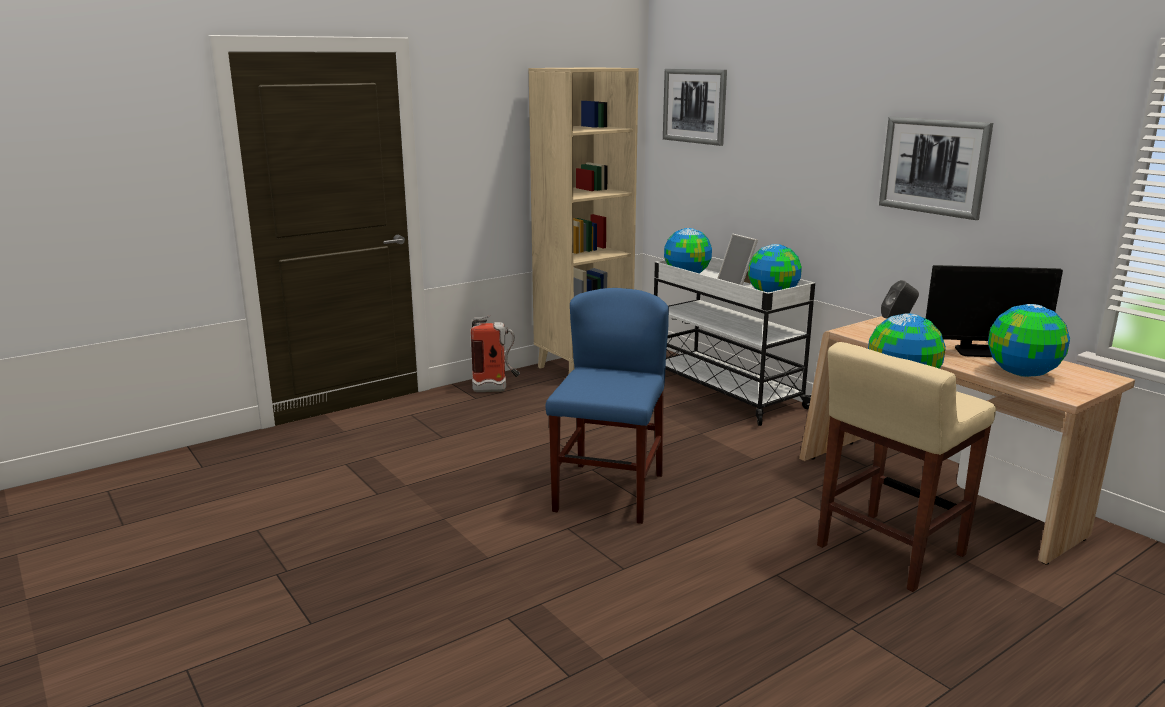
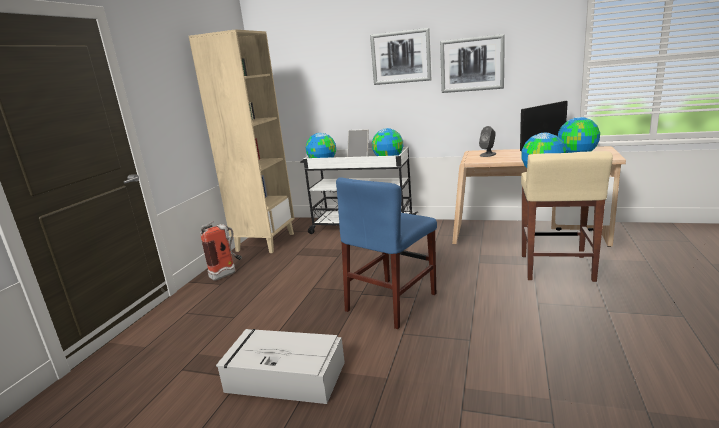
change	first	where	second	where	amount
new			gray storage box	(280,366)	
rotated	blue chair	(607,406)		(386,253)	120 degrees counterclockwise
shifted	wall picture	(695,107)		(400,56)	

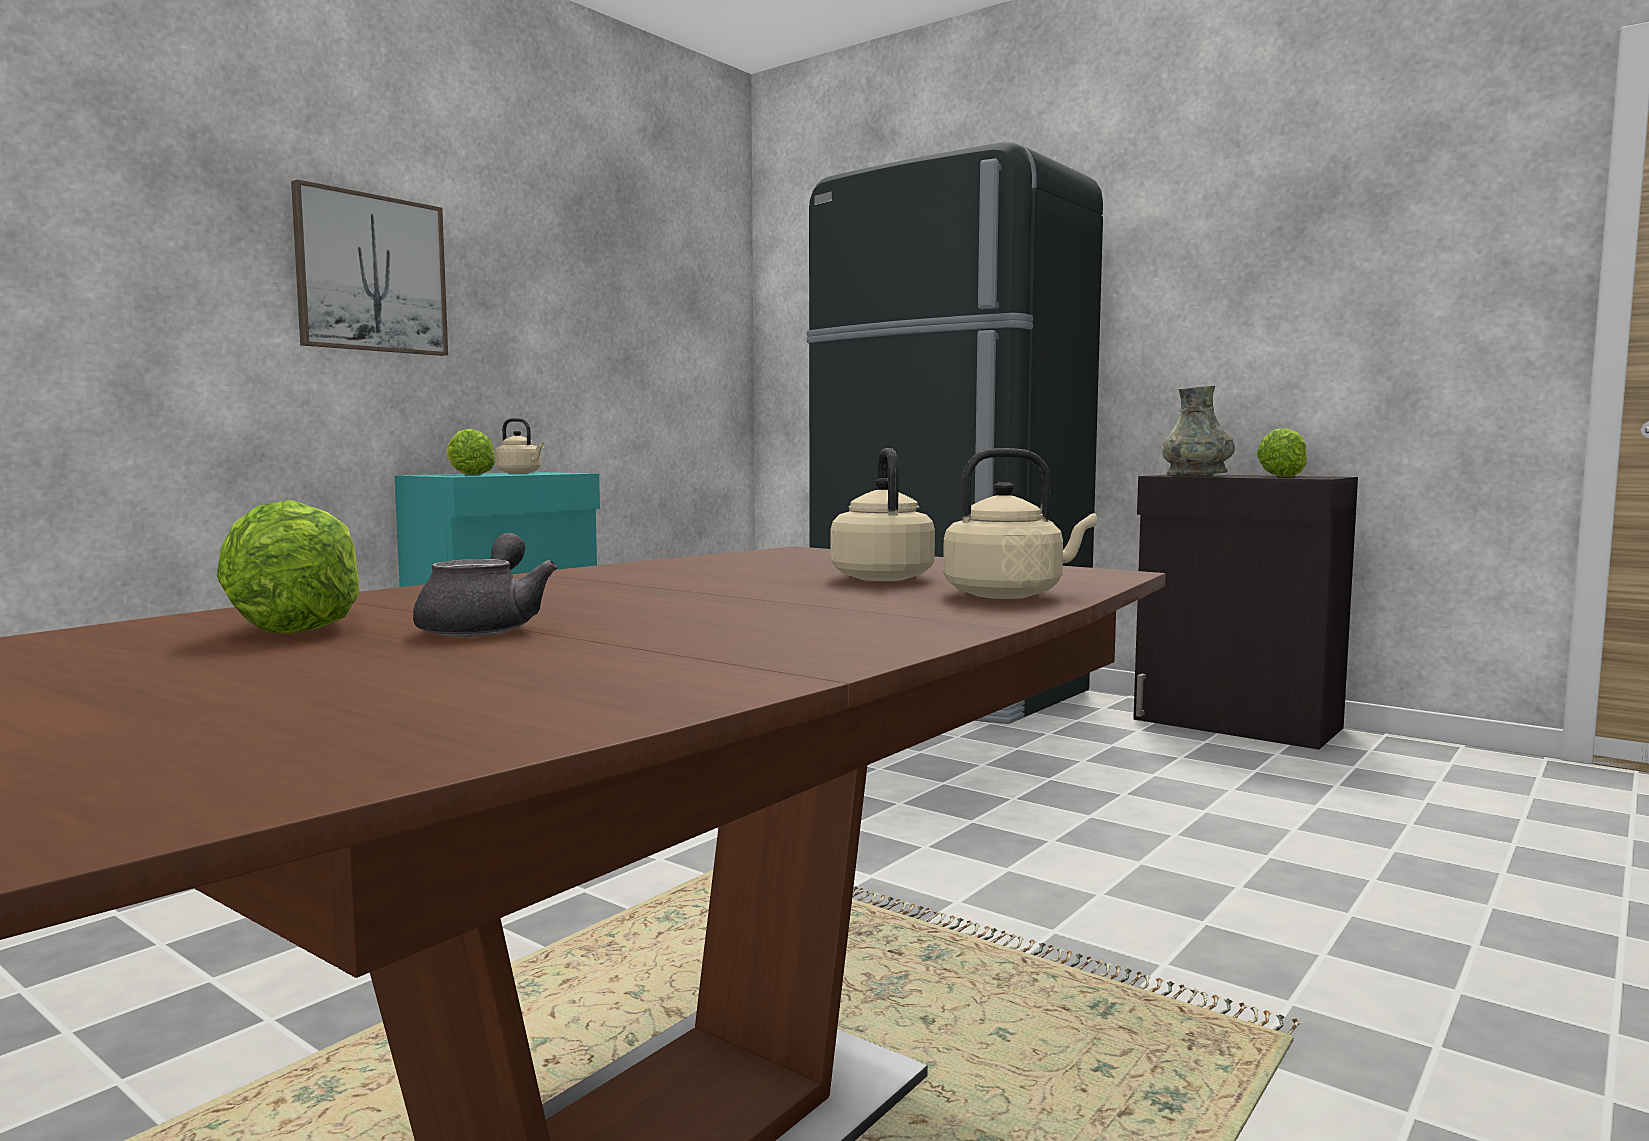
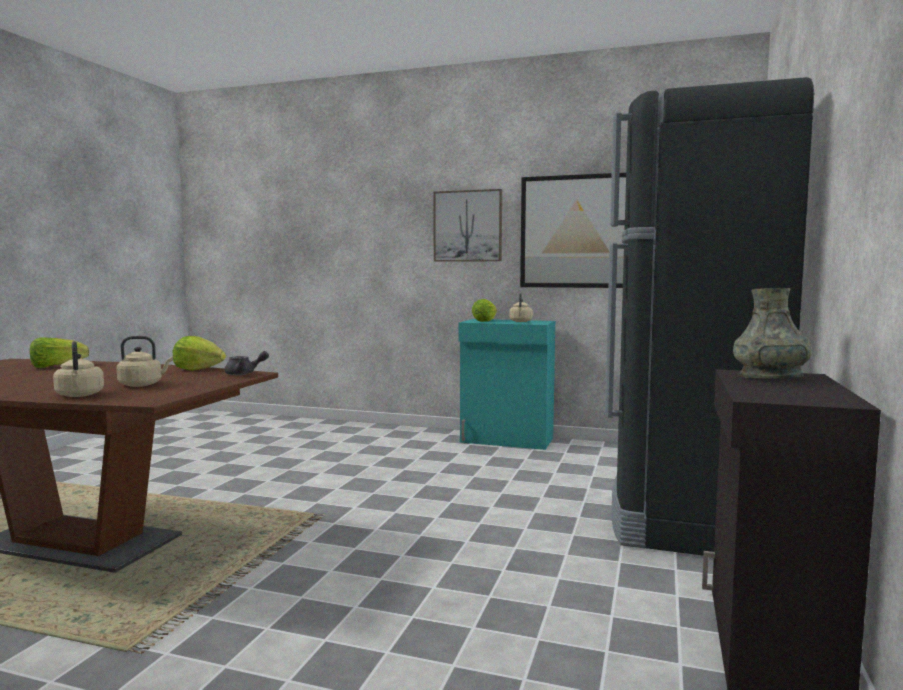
change	first	where	second	where	amount
shifted	head of lettuce	(1282,452)		(199,353)	
shifted	gray tea pot	(485,585)		(247,363)	
new			wall picture	(573,230)	

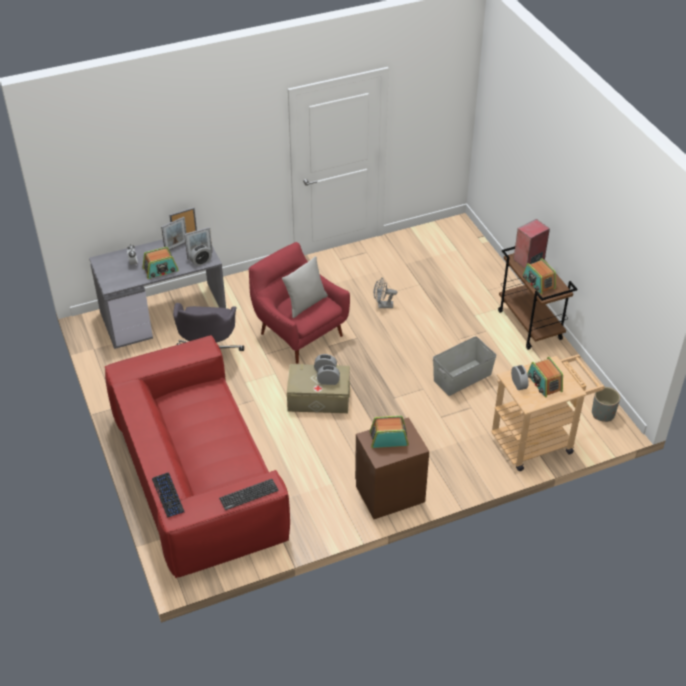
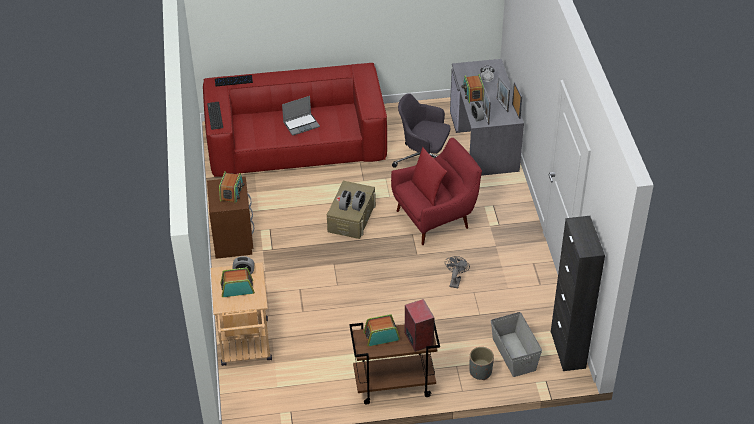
change	first	where	second	where	amount
new			notebook computer	(301,116)	
repainted	gray cushion	(305,287)	reddish cushion	(429,176)	
shifted	gray plant pot	(606,404)		(482,363)	
shifted	gray storage box	(465,366)		(516,344)	
new			blackish cupboard	(578,293)	

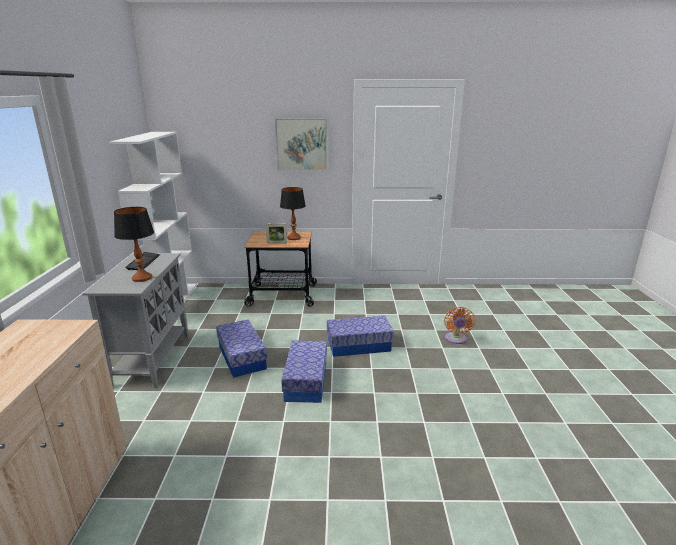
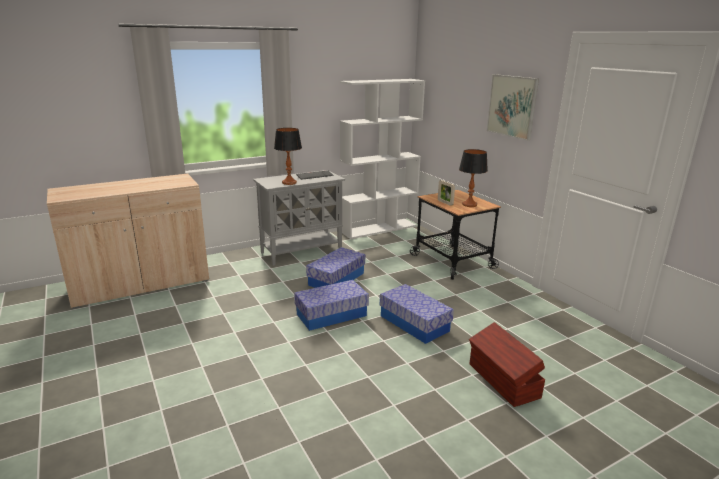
change	first	where	second	where	amount
swapped	orangey cooling fan	(459,325)	brown-coloured storage box	(507,364)	

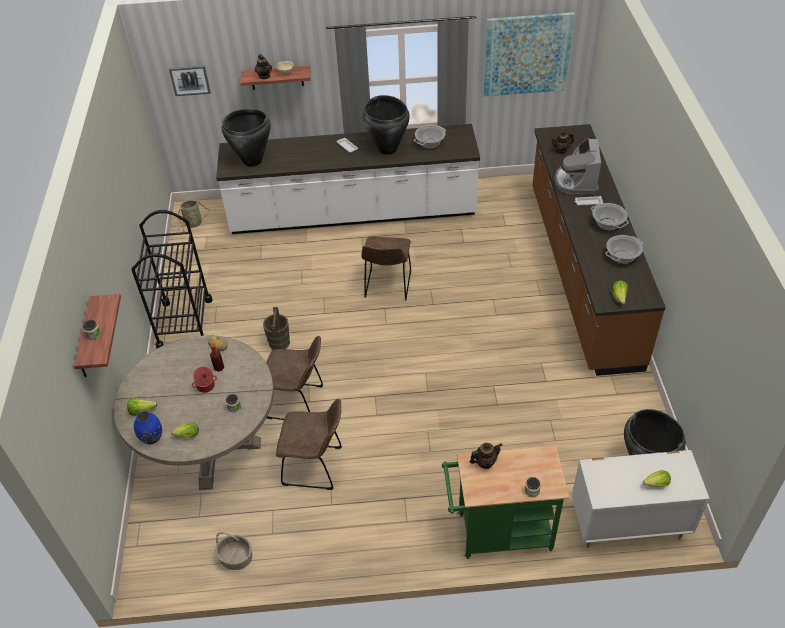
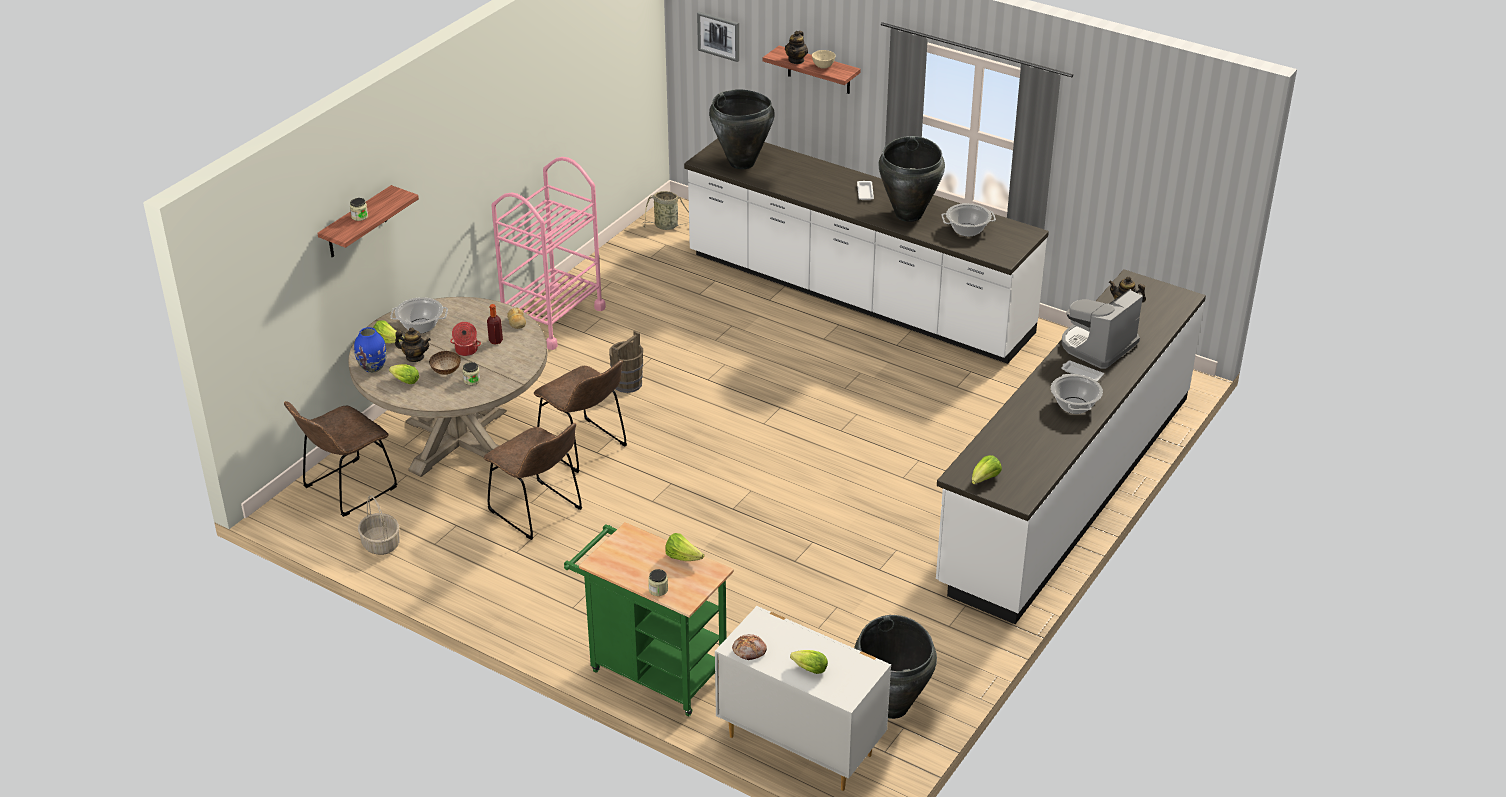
change	first	where	second	where	amount
shifted	brown-coloured chair	(386,268)		(340,459)	
shifted	cooking pot	(624,249)		(419,315)	
shifted	tea pot	(486,456)		(413,344)	
new			deep dish	(445,363)	
repainted	blackish cart	(172,279)	pink-coloured cart	(548,253)	
new			head of lettuce	(684,547)	
new			bakery bread	(749,647)	
repainted	brown-coloured counter	(599,250)	white-coloured counter	(1071,446)	
gone	wall picture	(529,54)			

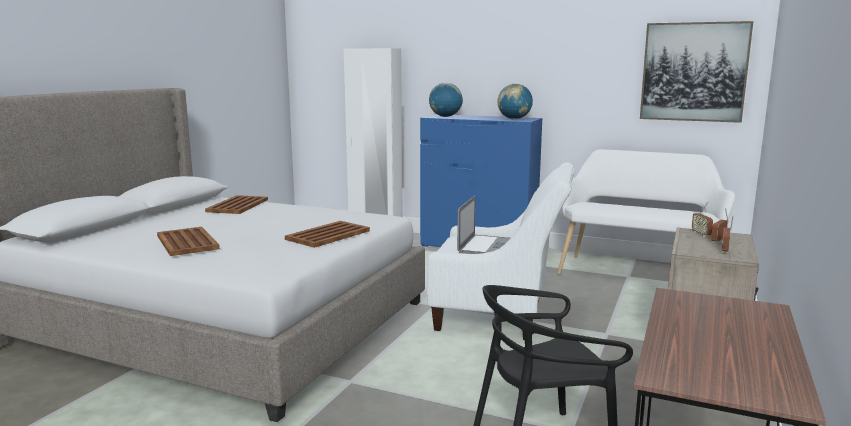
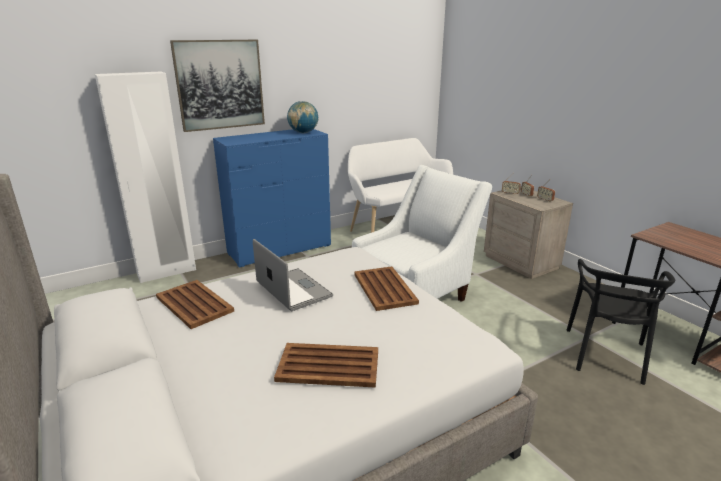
change	first	where	second	where	amount
shifted	wall picture	(696,72)		(217,86)	
shifted	notebook computer	(483,224)		(293,275)	
gone	globe	(446,100)			

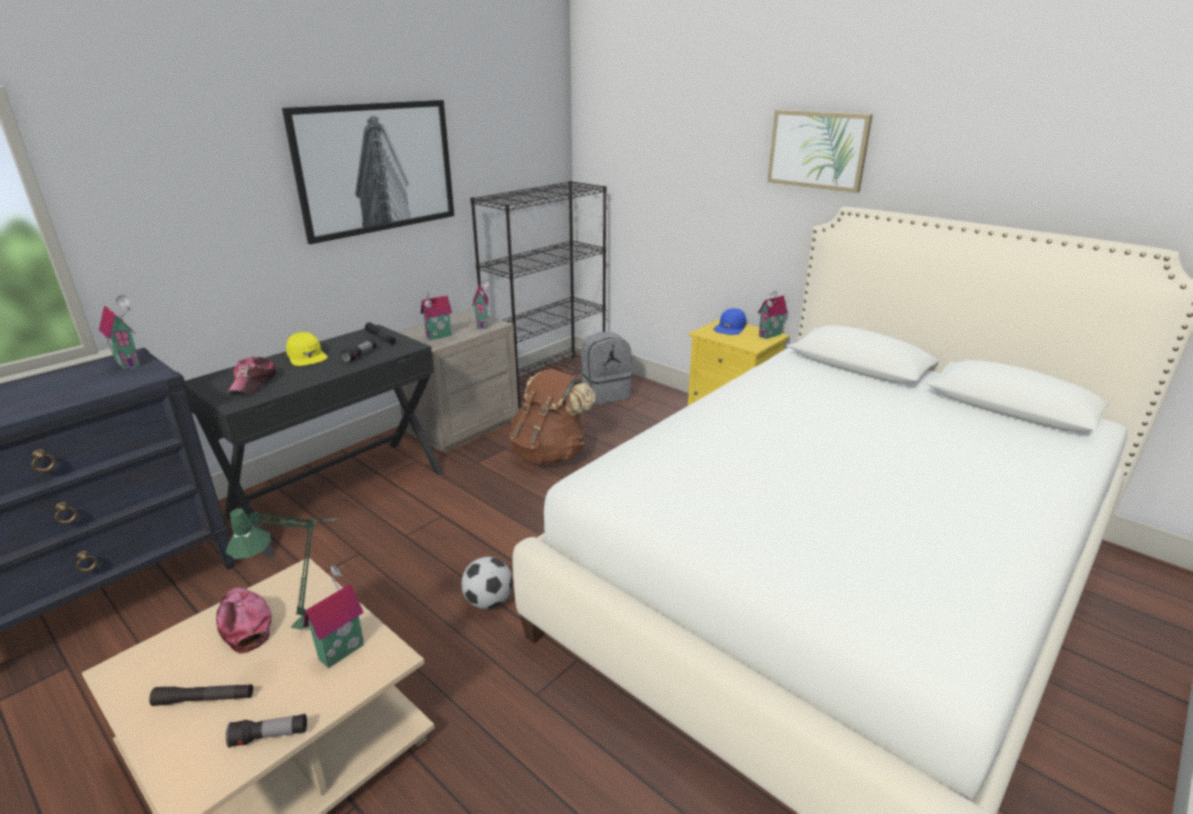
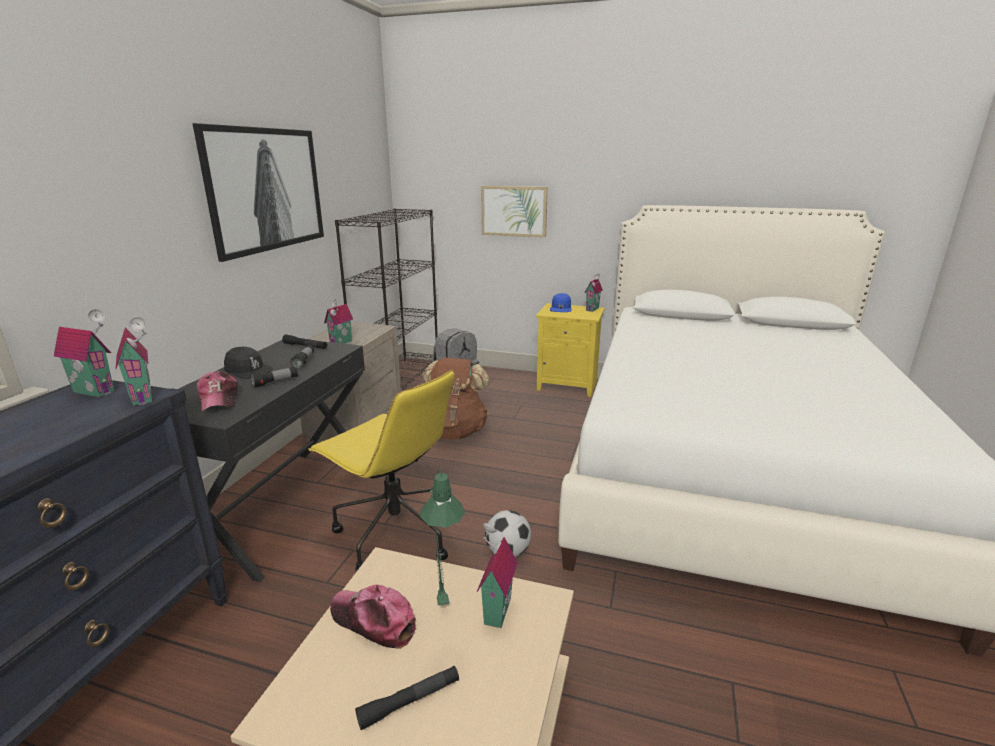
change	first	where	second	where	amount
shifted	toy house	(481,304)		(134,361)	
repainted	yellowish peaked cap	(307,349)	blackish peaked cap	(248,363)	
shifted	flashlight	(266,731)		(274,377)	
new			yellowish desk chair	(381,470)	
shifted	wall picture	(820,151)		(514,212)	

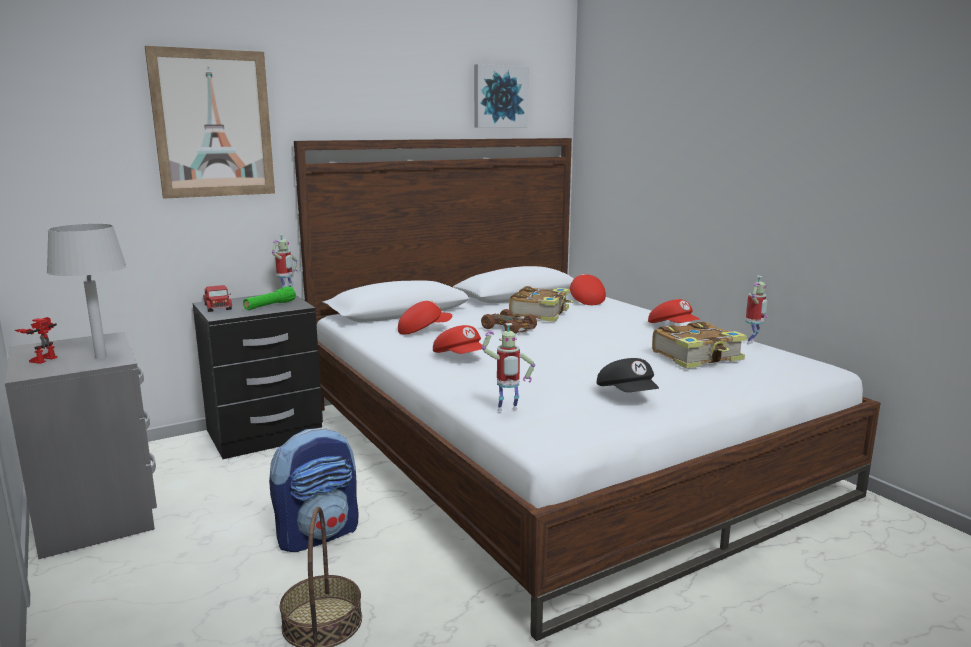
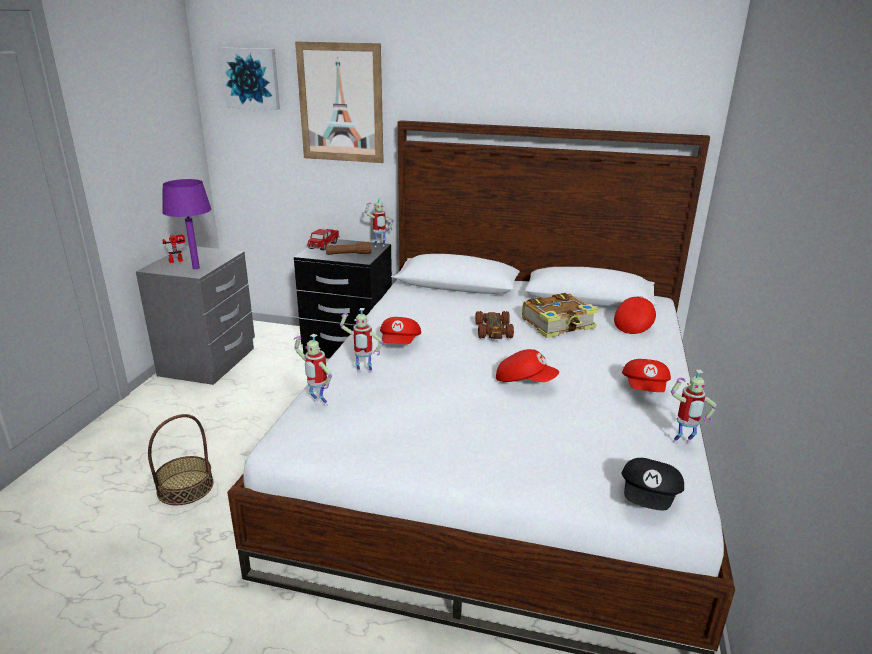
change	first	where	second	where	amount
repainted	gray table lamp	(87,291)	purplish table lamp	(186,224)	
shifted	wall picture	(501,95)		(249,79)	
repainted	green flashlight	(269,298)	brown-coloured flashlight	(349,248)	
new			model robot	(361,340)	
shifted	reddish peaked cap	(425,318)		(527,365)	
shifted	blackish peaked cap	(627,375)		(653,484)	
gone	backpack	(314,489)			
gone	volume	(699,345)			

